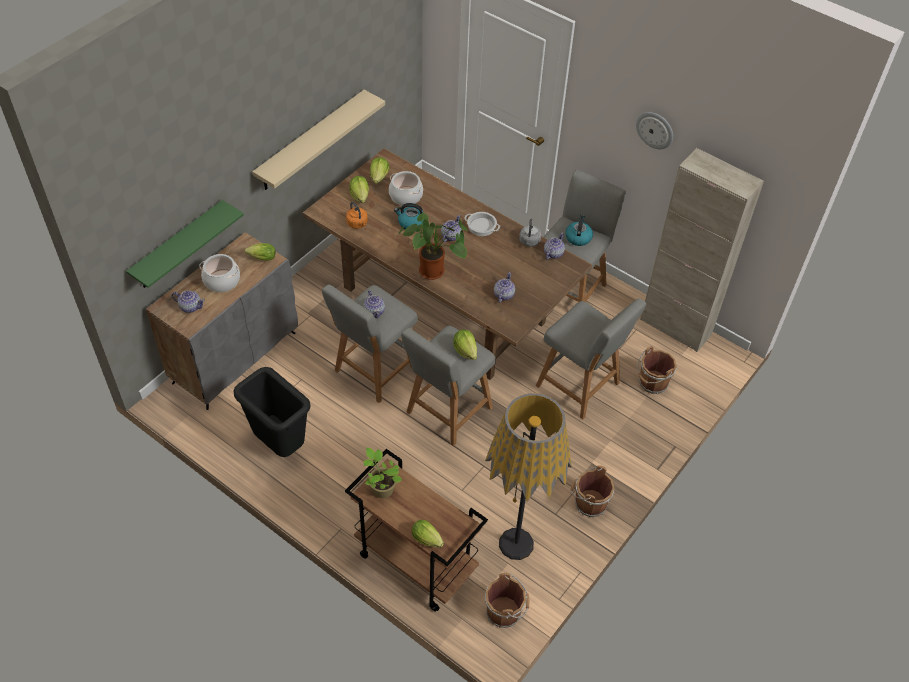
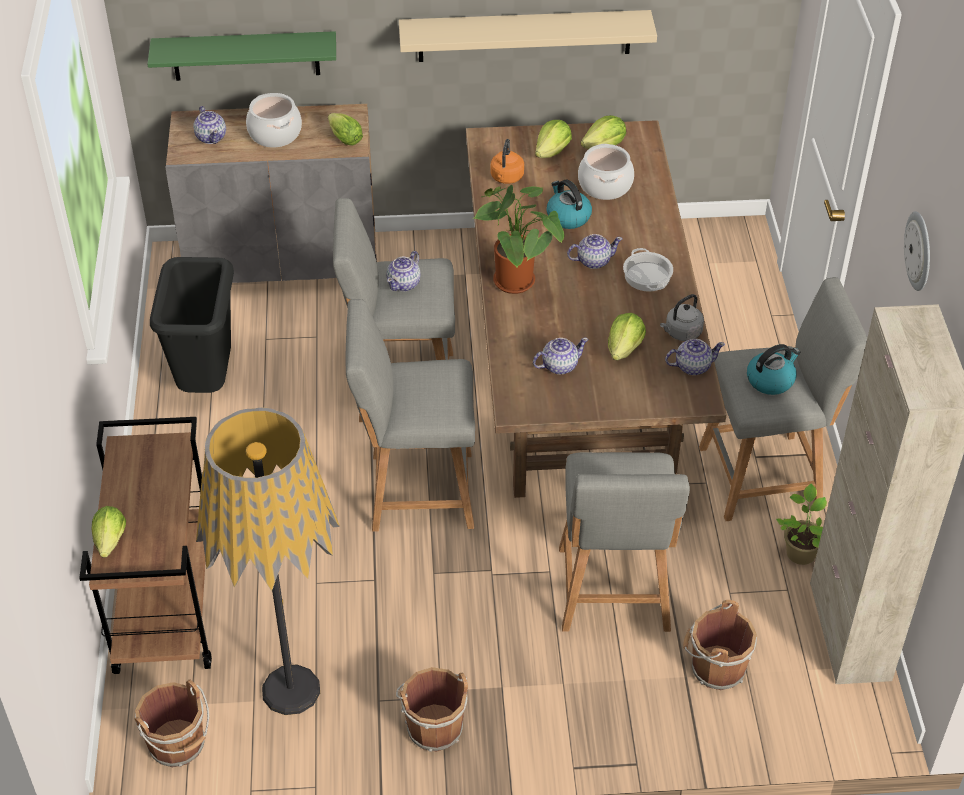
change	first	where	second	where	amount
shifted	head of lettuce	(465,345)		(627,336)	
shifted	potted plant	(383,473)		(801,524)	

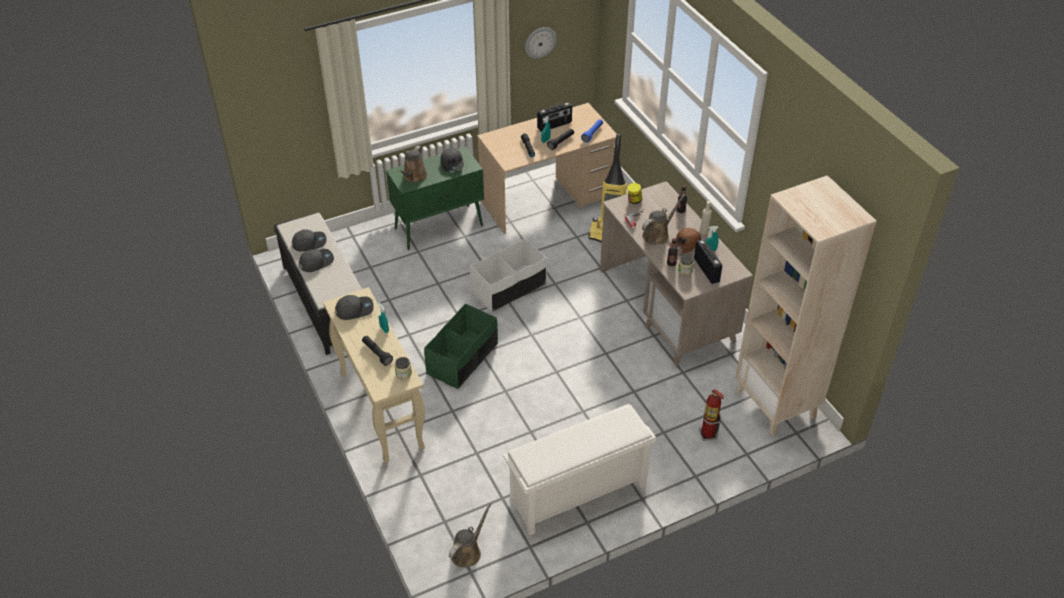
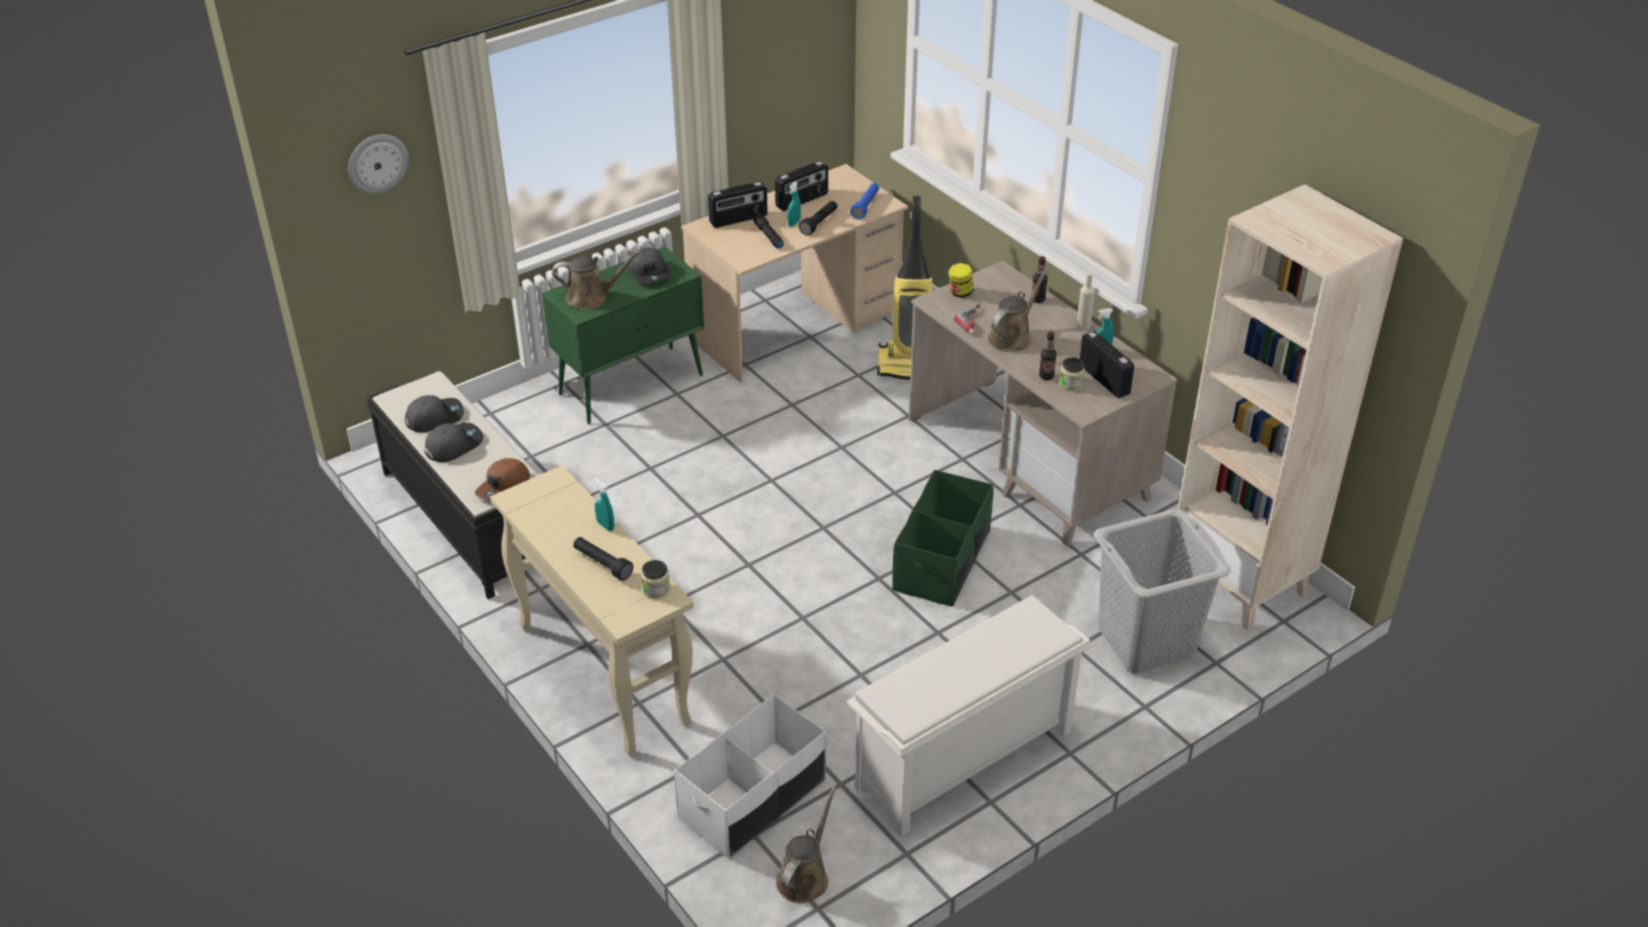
change	first	where	second	where	amount
shifted	wall clock	(541,43)		(378,163)	
shifted	brown-coloured peaked cap	(685,240)		(502,479)	
rotated	brown-coloured watering pot	(413,164)		(596,280)	105 degrees counterclockwise
shifted	white-coloured storage box	(508,275)		(750,776)	
new			radio	(738,204)	
shifted	green storage box	(461,346)		(943,538)	
swapped	extinguisher	(711,415)	gray washing basket	(1162,591)	
gone	gray peaked cap	(354,307)			

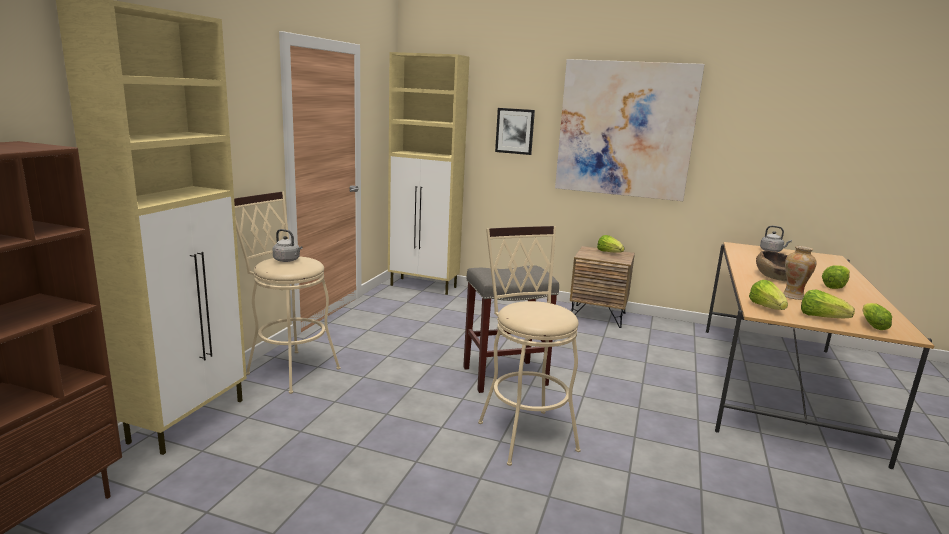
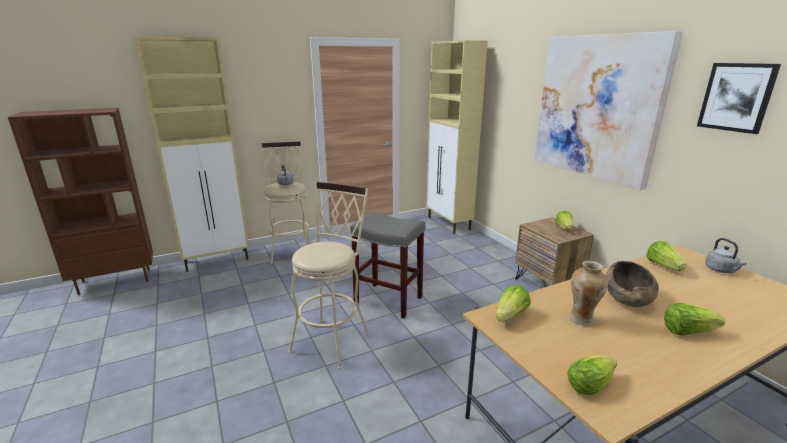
change	first	where	second	where	amount
shifted	head of lettuce	(828,303)		(666,256)	
shifted	wall picture	(515,131)		(739,98)	

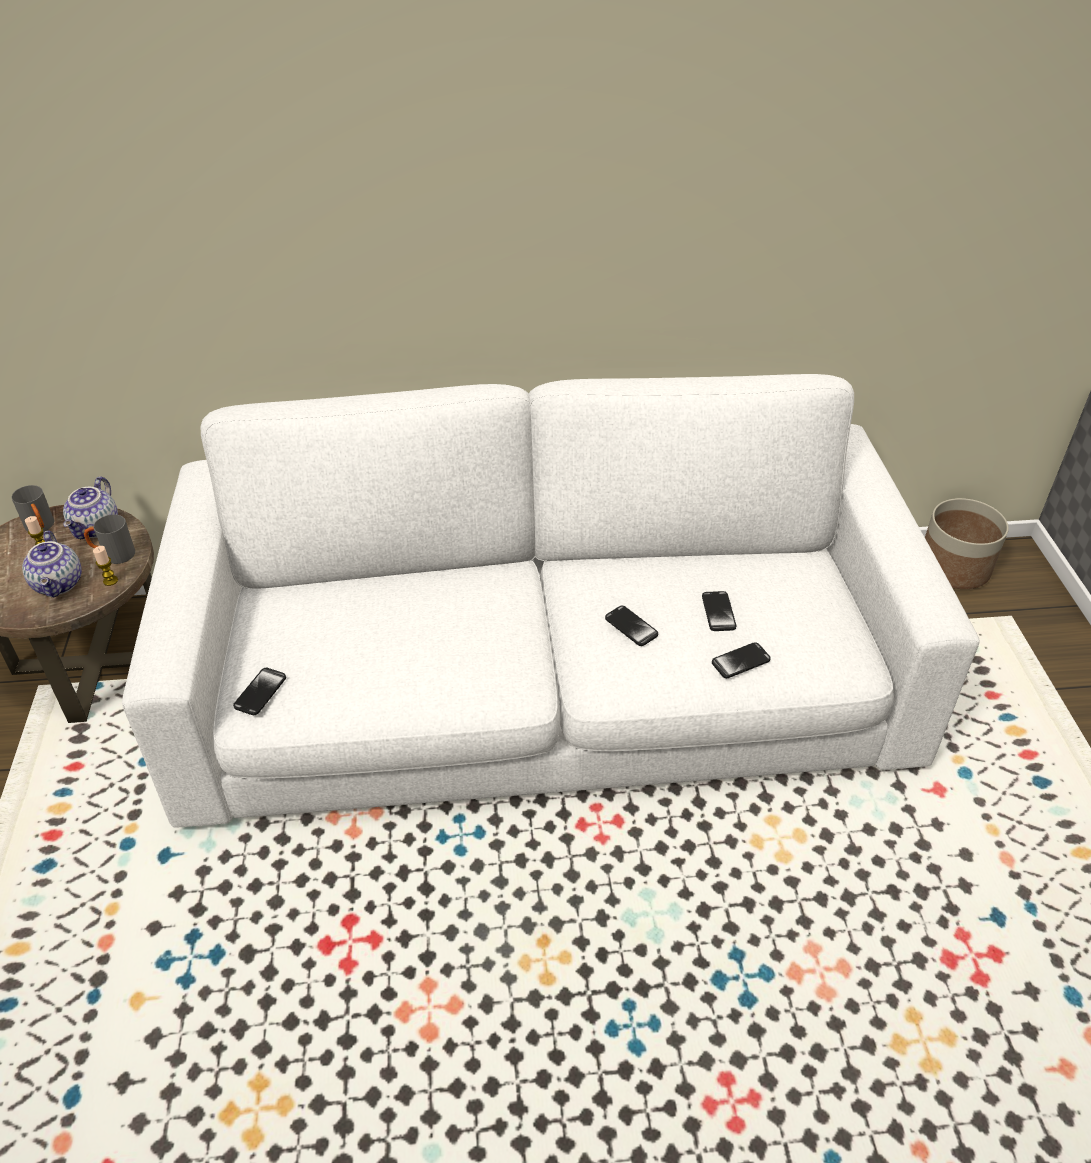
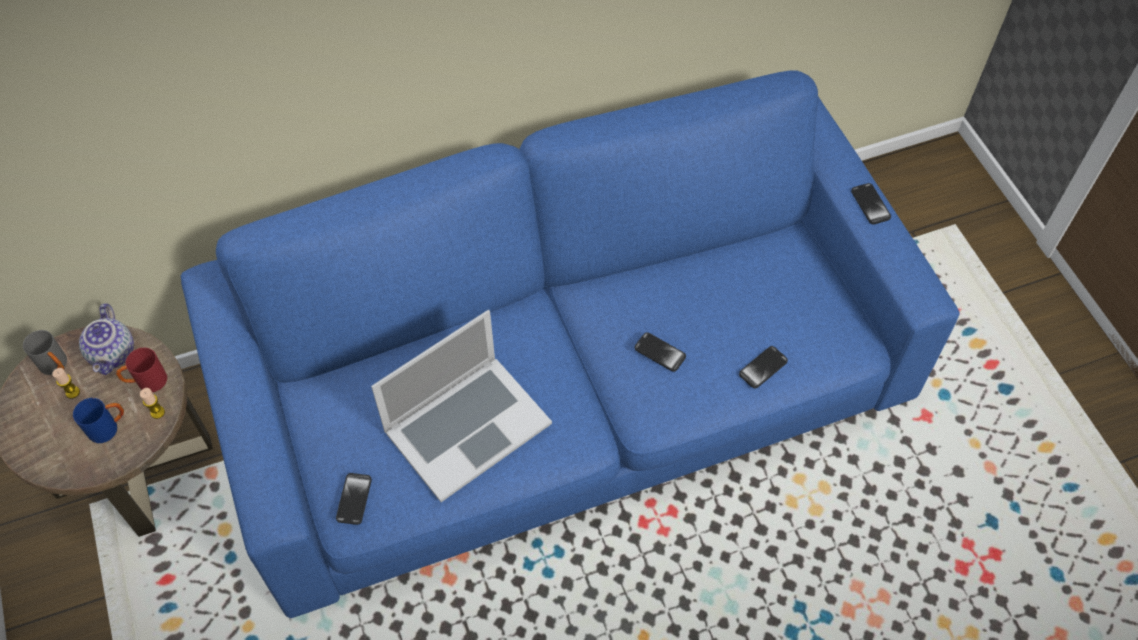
change	first	where	second	where	amount
swapped	tea pot	(52,563)	blue coffee mug	(98,420)	
repainted	gray coffee mug	(109,539)	reddish coffee mug	(141,370)	
repainted	white-coloured settee	(550,601)	blue settee	(570,344)	
new			notebook computer	(461,406)	
shifted	telephone	(719,611)		(871,203)	
gone	plant pot	(967,543)			

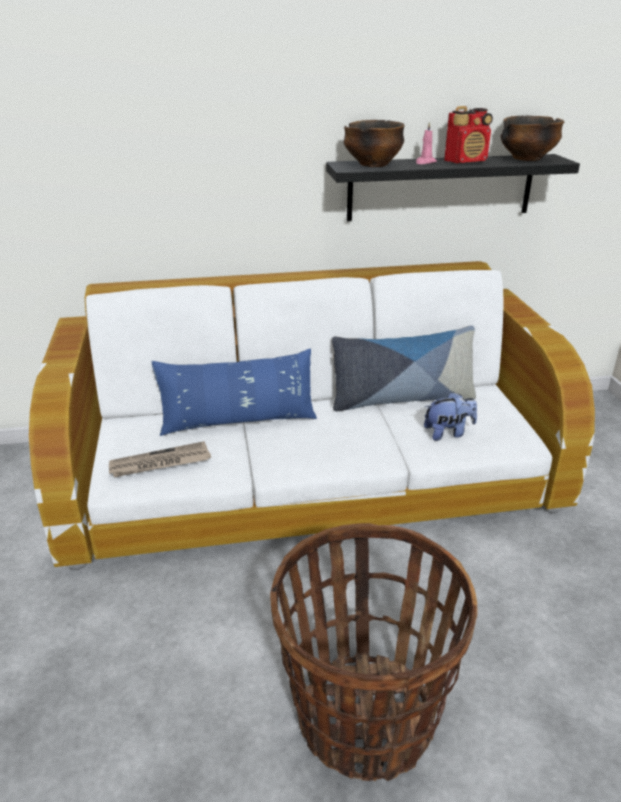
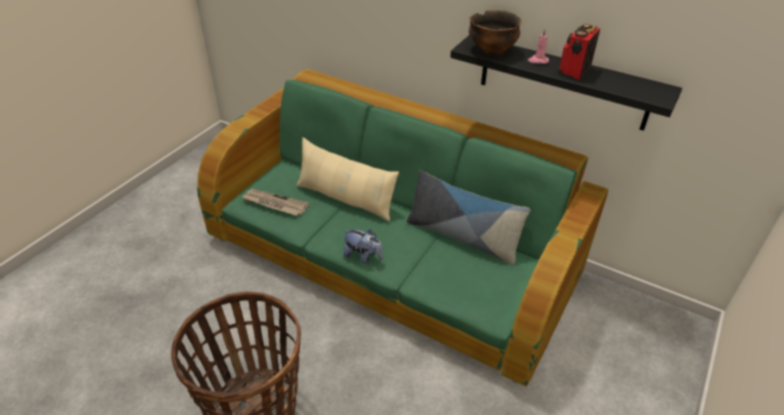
change	first	where	second	where	amount
repainted	white-coloured settee	(312,416)	green settee	(403,228)	
repainted	blue cushion	(234,392)	beige cushion	(347,179)	
shifted	plush toy	(450,416)		(363,246)	
rotated	radio	(468,134)		(579,52)	105 degrees clockwise
gone	deep dish	(532,138)			

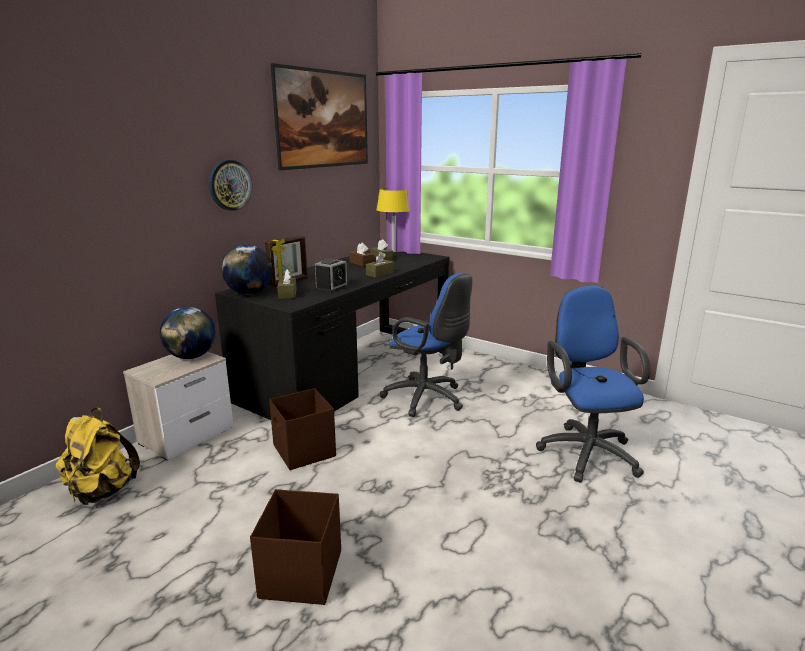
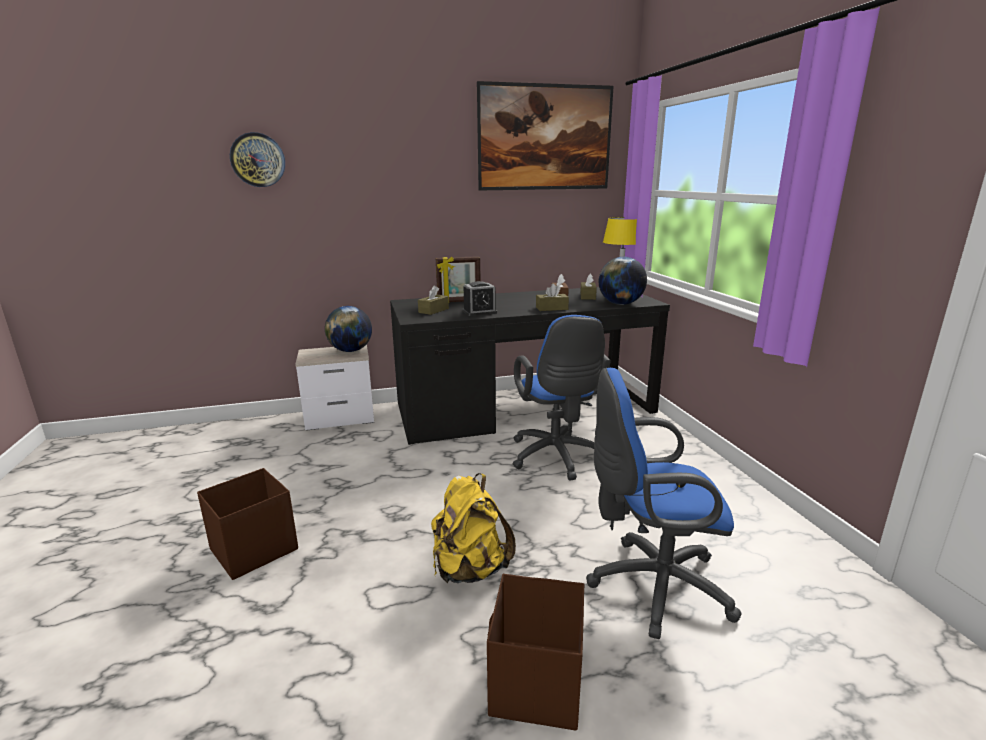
change	first	where	second	where	amount
shifted	wall clock	(230,185)		(257,159)	
shifted	yellowish backpack	(97,456)		(473,528)	
shifted	brown-coloured storage box	(302,429)		(535,652)	
rotated	blue desk chair	(593,384)		(664,503)	120 degrees counterclockwise
shifted	globe	(247,270)		(623,281)	

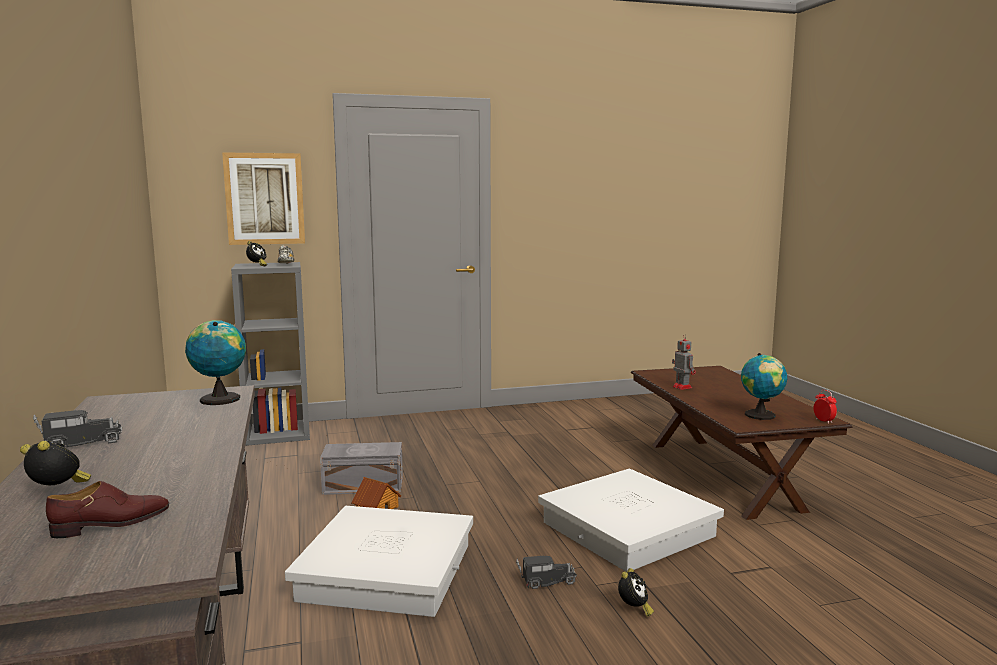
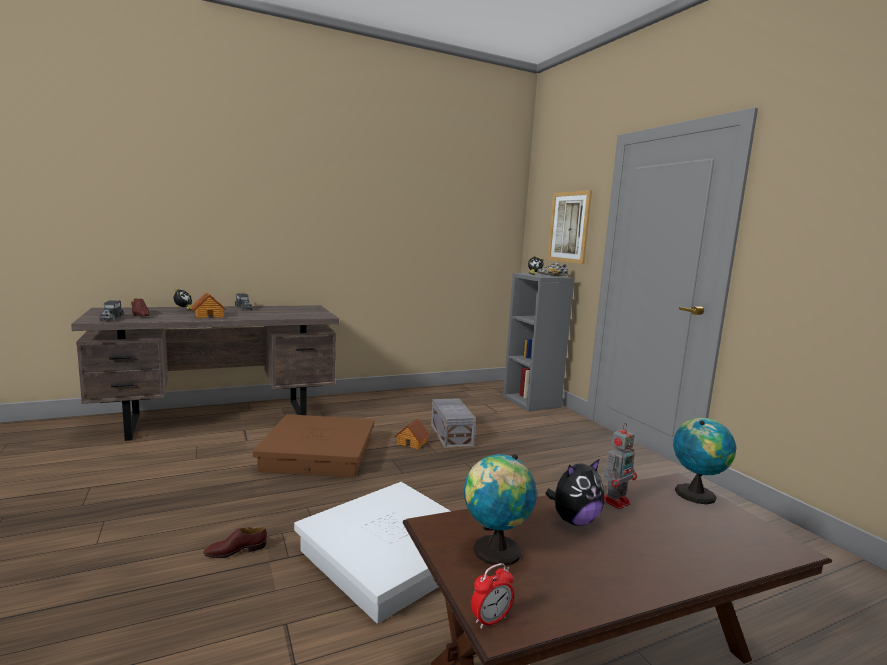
change	first	where	second	where	amount
shifted	toy truck	(546,572)		(111,311)	
new			toy house	(208,305)	
swapped	bedside clock	(636,592)	brown-coloured shoe	(235,542)	
repainted	white-coloured storage box	(379,561)	brown-coloured storage box	(313,445)	
new			plush toy	(574,492)	
shifted	globe	(215,362)		(705,461)	

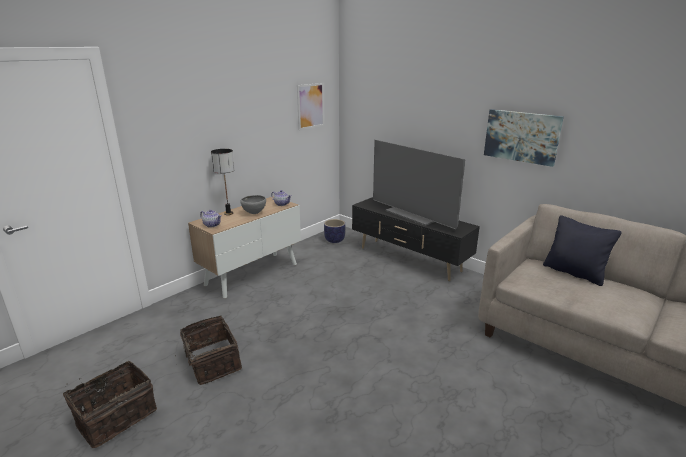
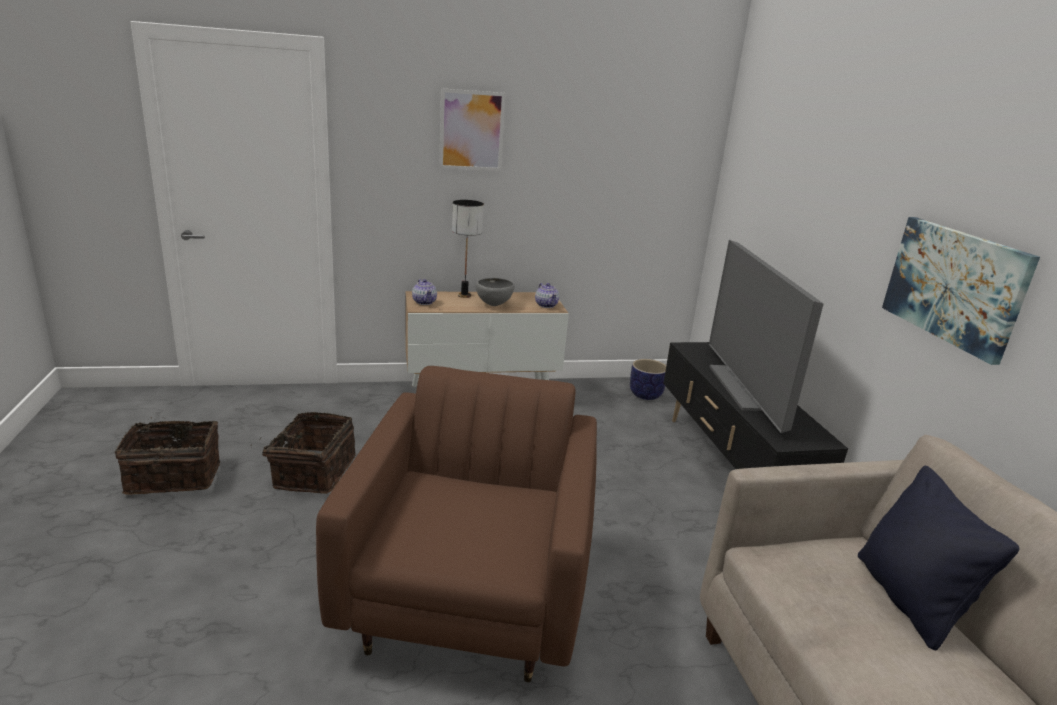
change	first	where	second	where	amount
new			brown-coloured easy chair	(456,524)	
shifted	wall picture	(310,106)		(472,129)	

